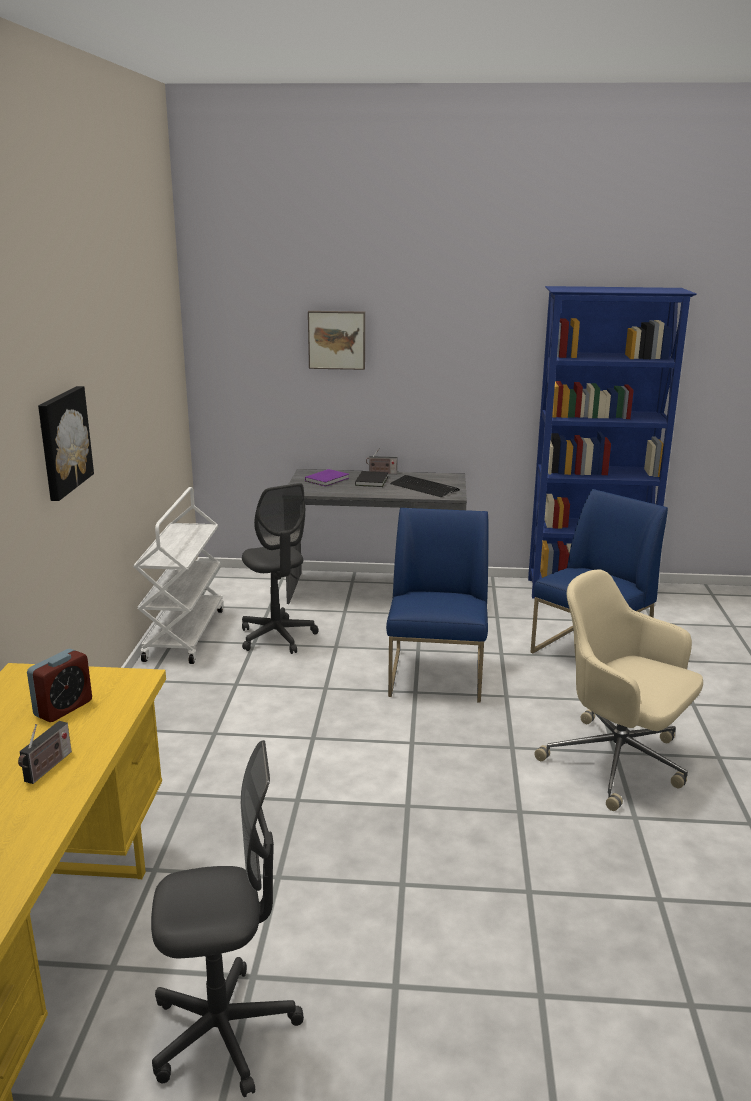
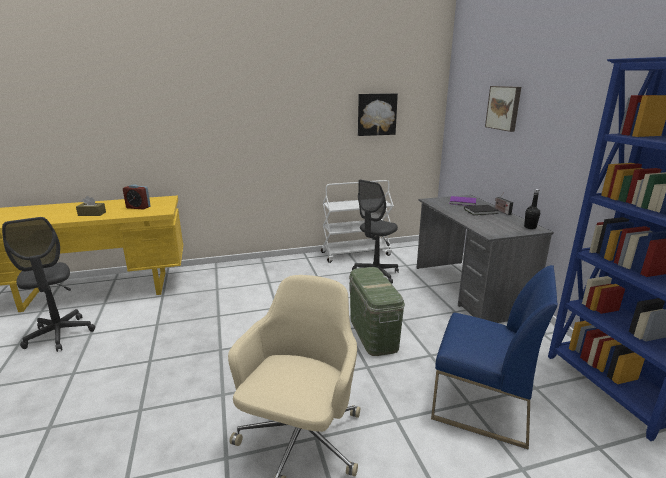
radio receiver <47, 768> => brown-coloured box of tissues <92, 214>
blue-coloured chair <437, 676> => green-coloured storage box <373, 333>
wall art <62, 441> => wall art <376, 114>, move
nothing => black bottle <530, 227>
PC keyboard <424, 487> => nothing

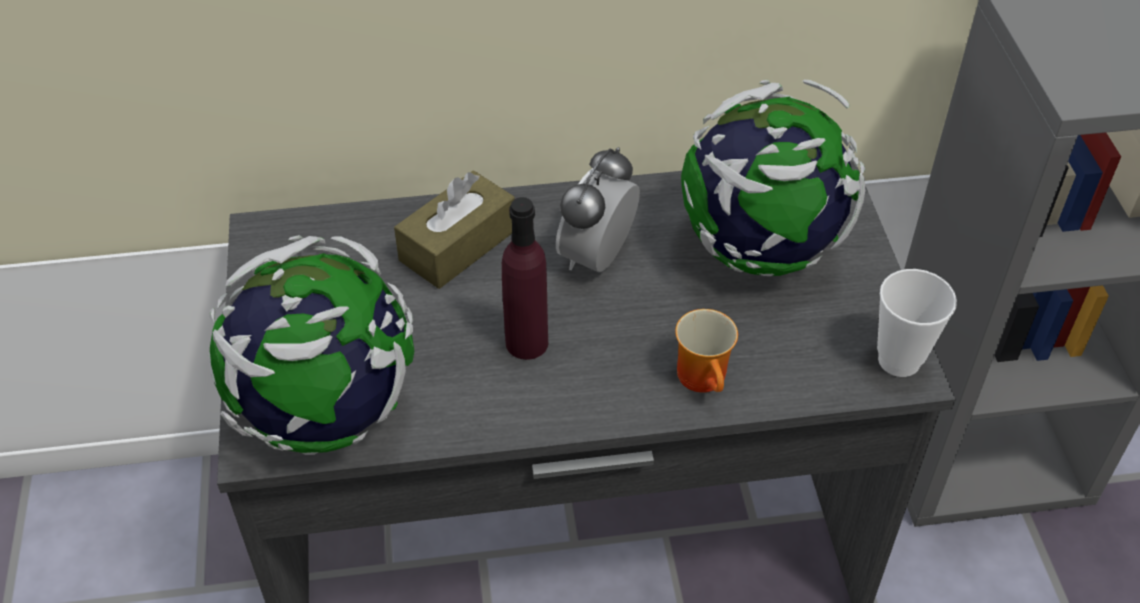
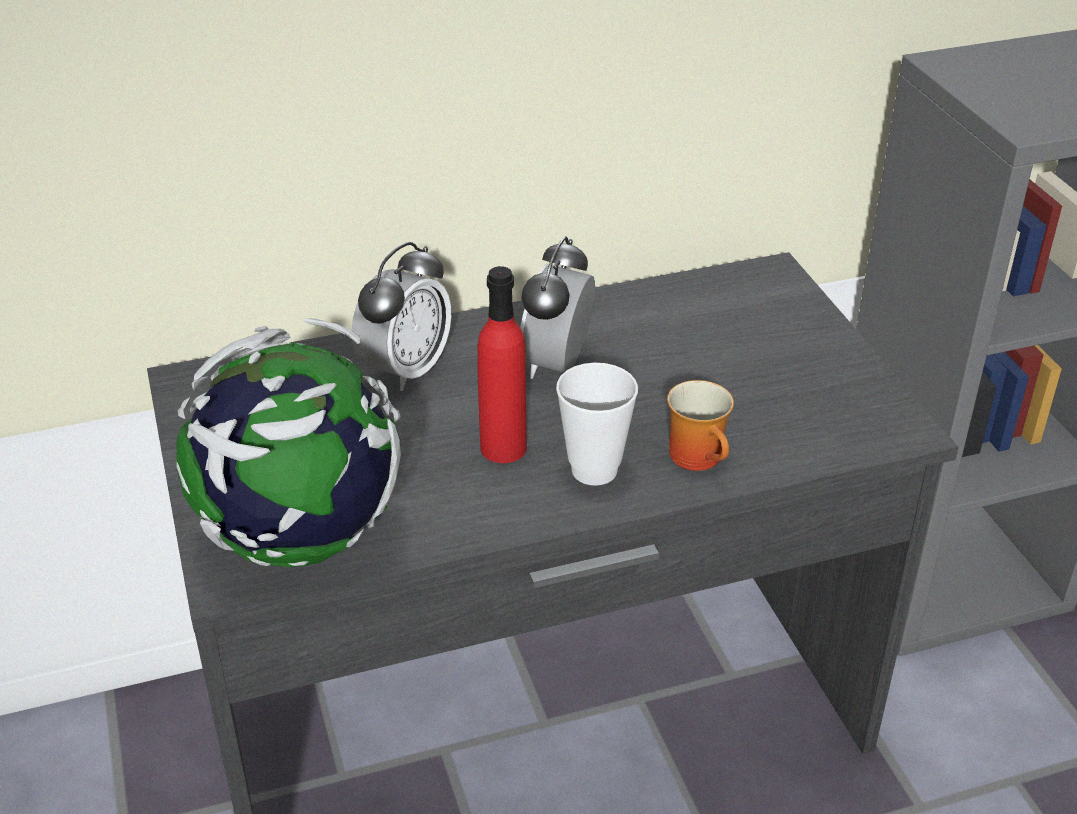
brown-coloured box of tissues <458, 245> => bedside clock <405, 370>
purple bottle <526, 343> => red bottle <503, 448>
cup <899, 360> => cup <594, 470>, move
desk globe <759, 251> => nothing

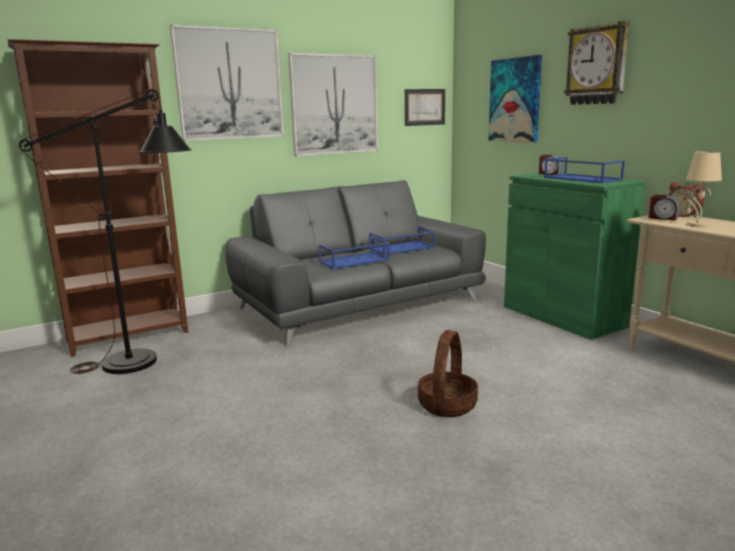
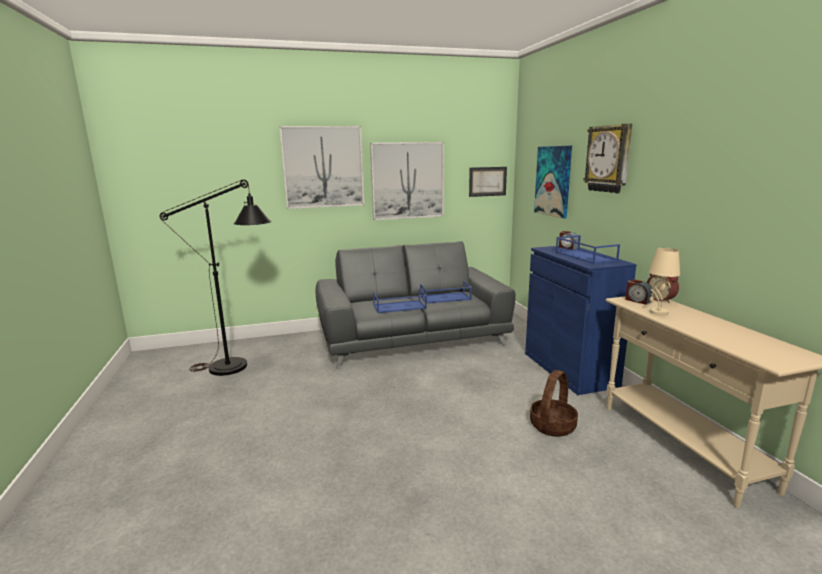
green-coloured storage cabinet <563, 316> => blue-coloured storage cabinet <569, 369>
storage basket <447, 404> => storage basket <552, 425>, move
brown-coloured bookshelf <129, 337> => nothing

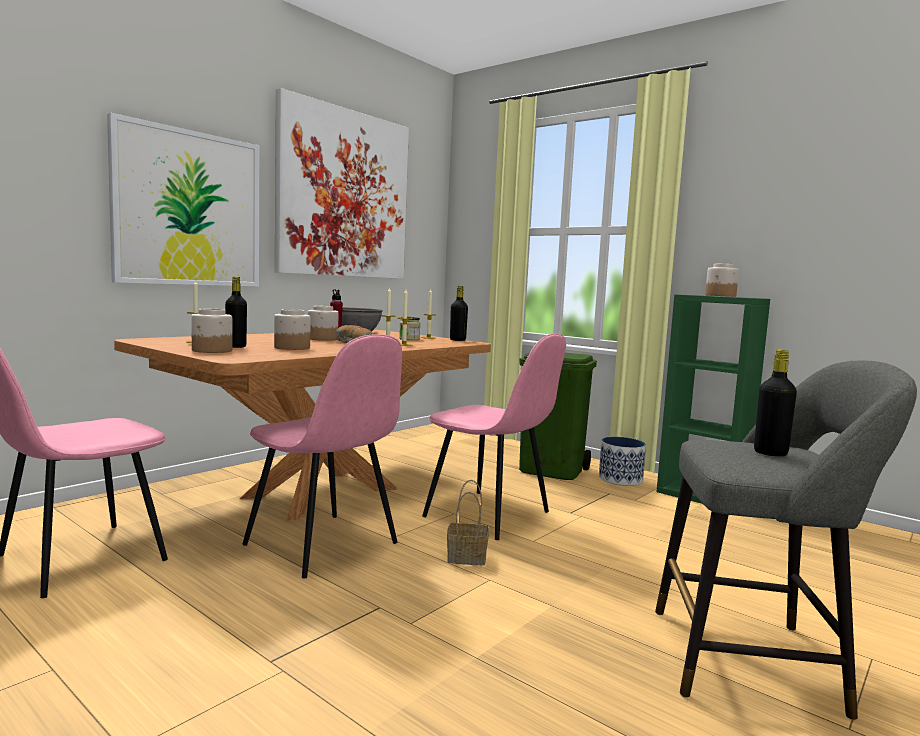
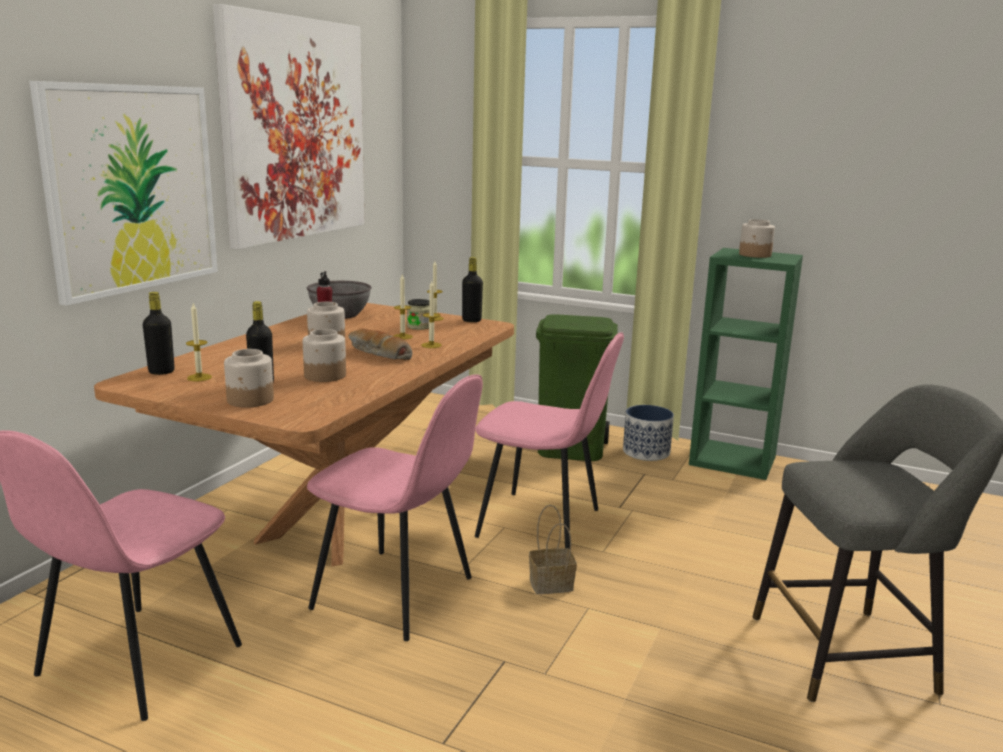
black bottle <770, 453> => black bottle <161, 372>, move

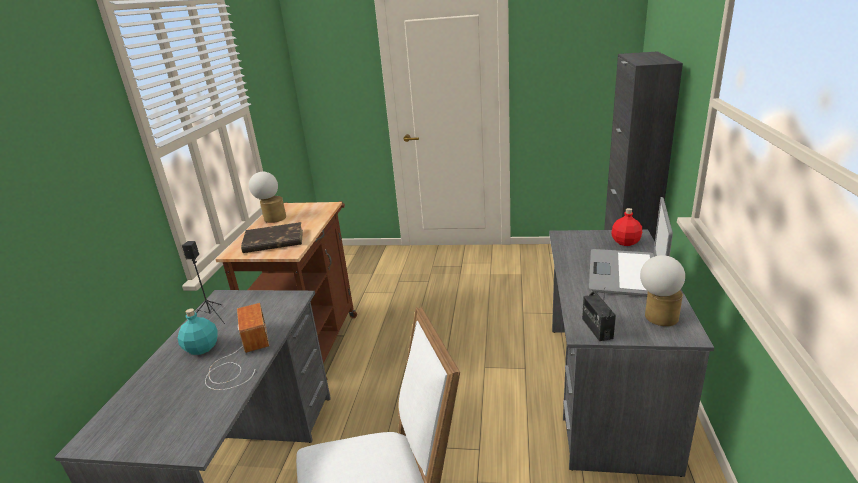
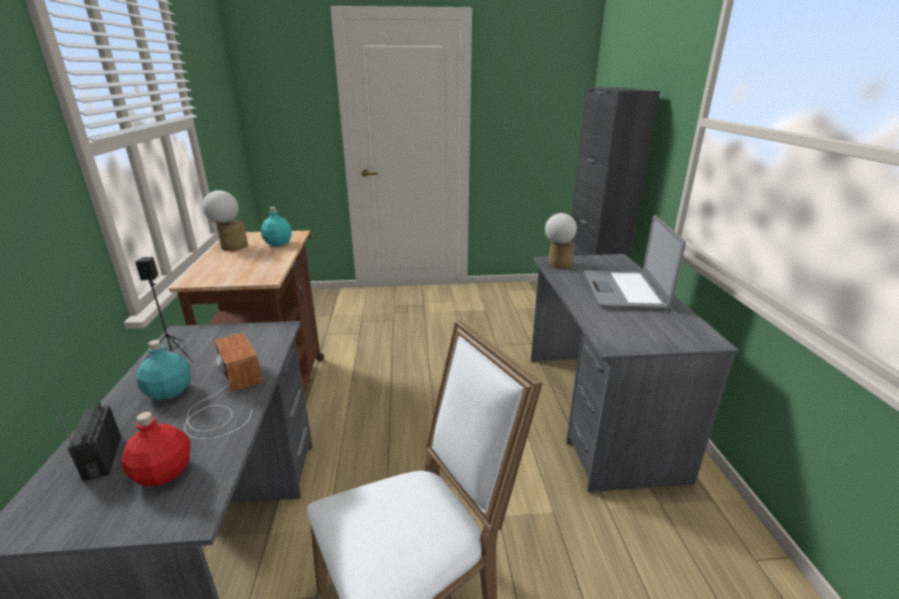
radio receiver <597, 328> => radio receiver <102, 457>, move
red bottle <626, 242> => red bottle <165, 472>, move
nothing => turquoise bottle <278, 243>
tabletop lamp <657, 318> => tabletop lamp <557, 264>, move
brown-coloured volume <273, 241> => nothing

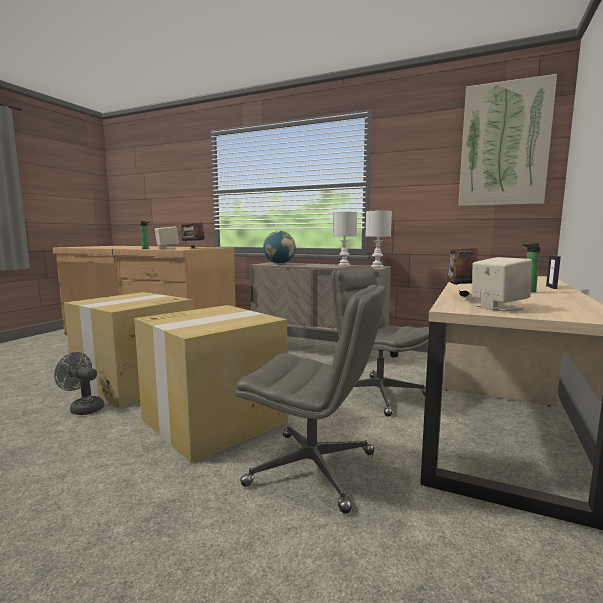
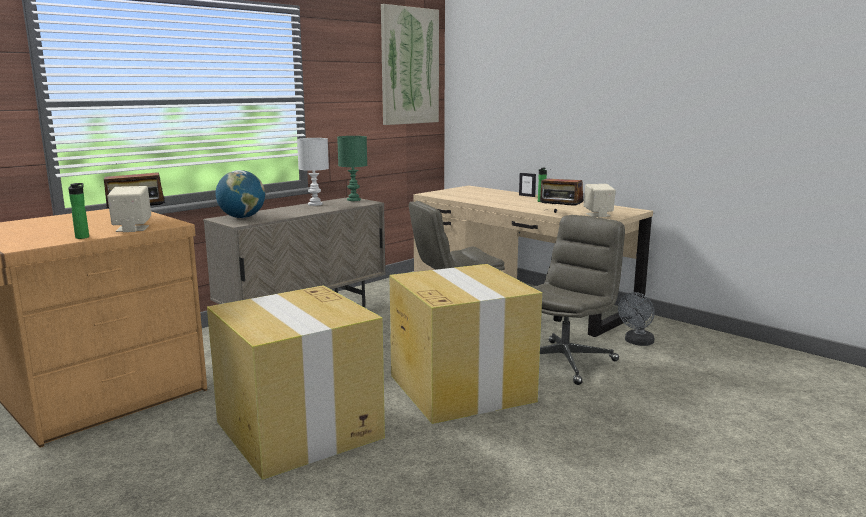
whitish tabletop lamp <377, 266> => green-coloured tabletop lamp <354, 200>
grey cooling fan <83, 408> => grey cooling fan <637, 342>, move

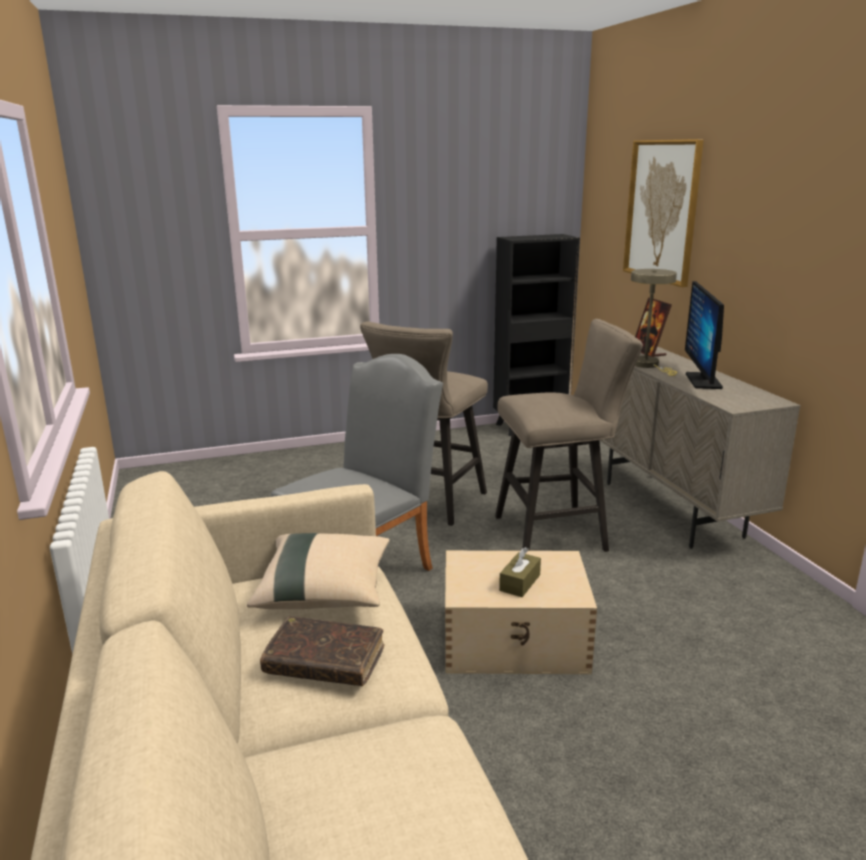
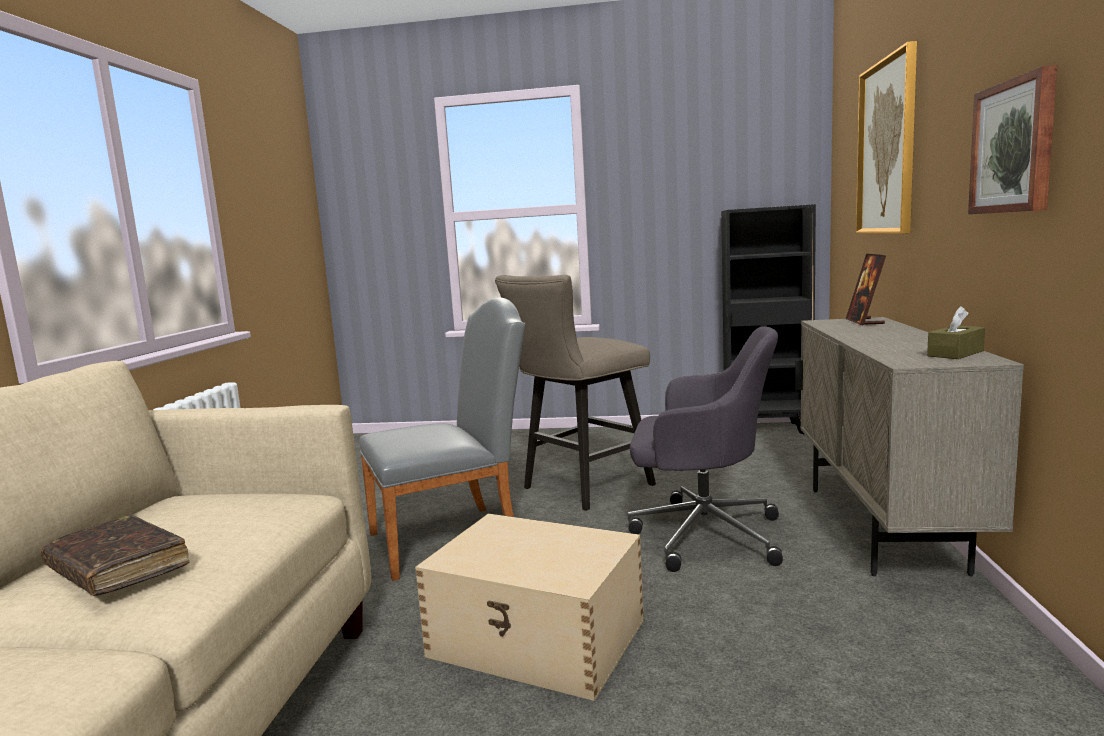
beige-coloured stool seat <558, 533> => grey desk chair <702, 534>
brown-coloured box of tissues <520, 583> => brown-coloured box of tissues <955, 353>, move
nothing => wall art <1014, 147>
beige-coloured throw pillow <325, 592> => nothing
beige-coloured tabletop lamp <649, 365> => nothing
computer display <703, 381> => nothing

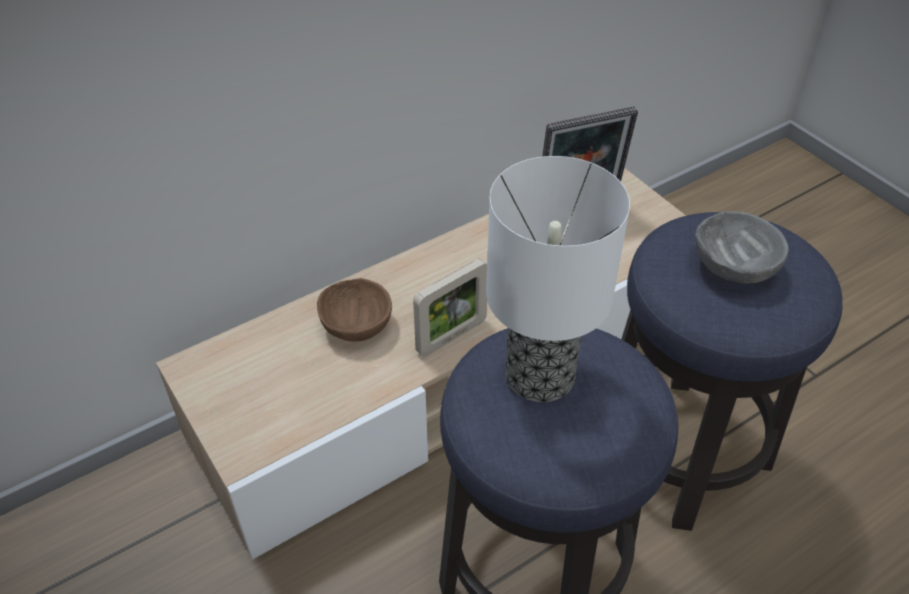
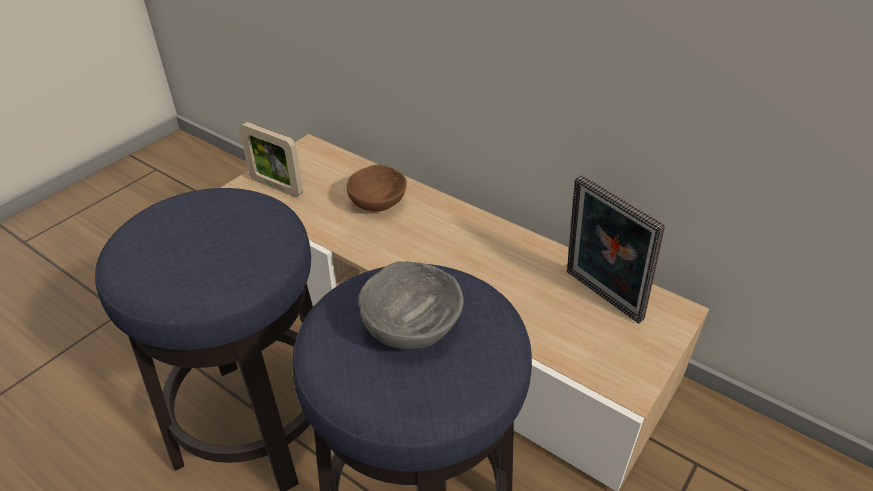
standing frame <451, 336> => standing frame <276, 187>, move
tabletop lamp <537, 376> => nothing

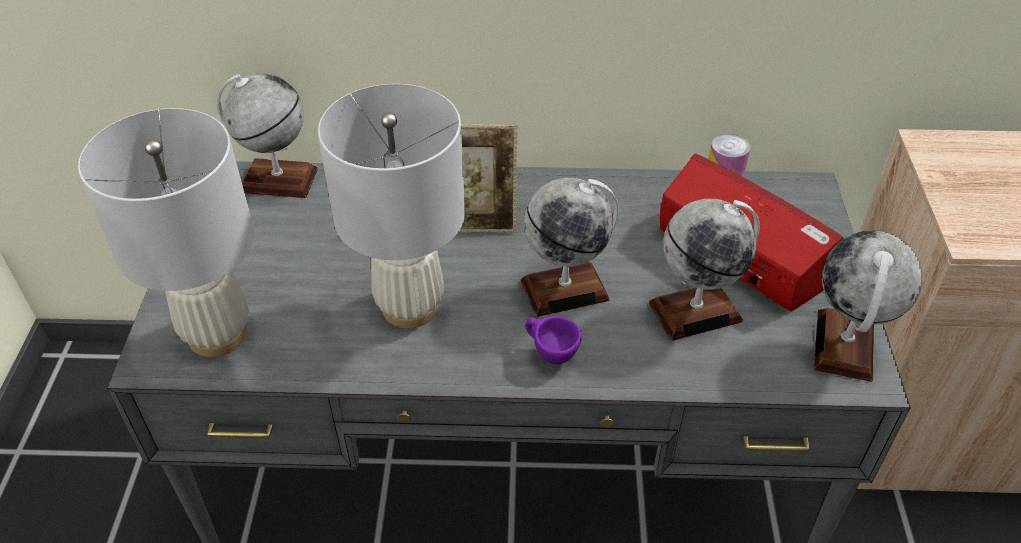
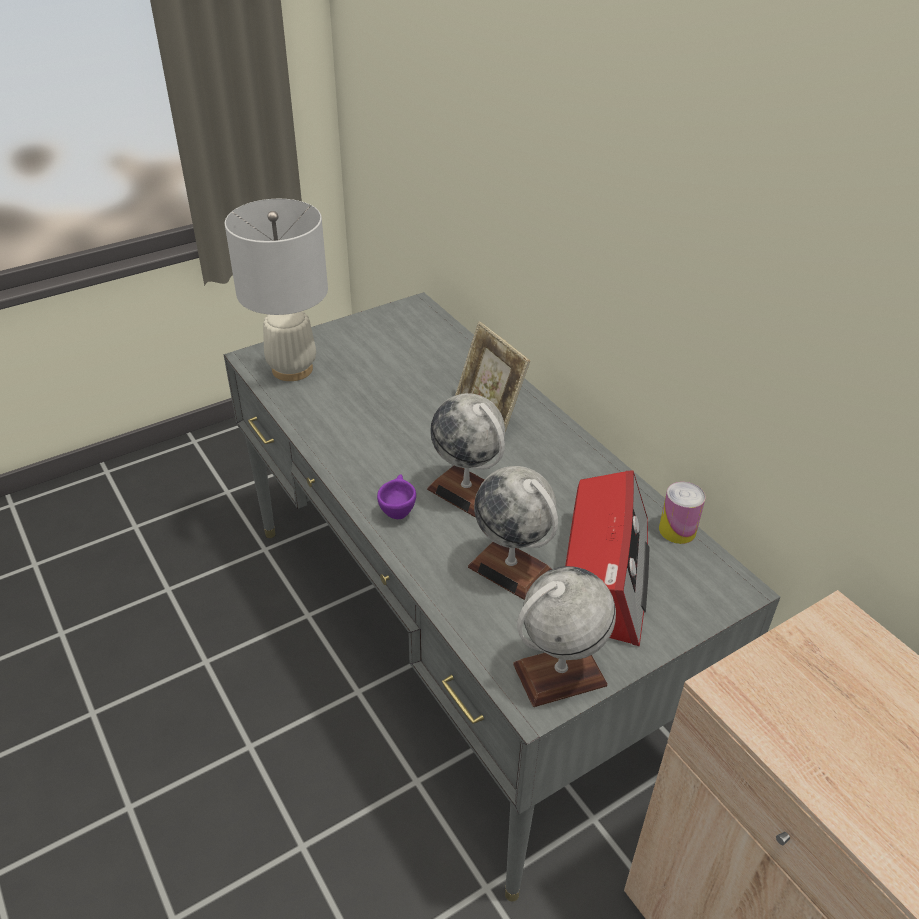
desk globe <278, 180> => nothing
whitish tabletop lamp <409, 307> => nothing

